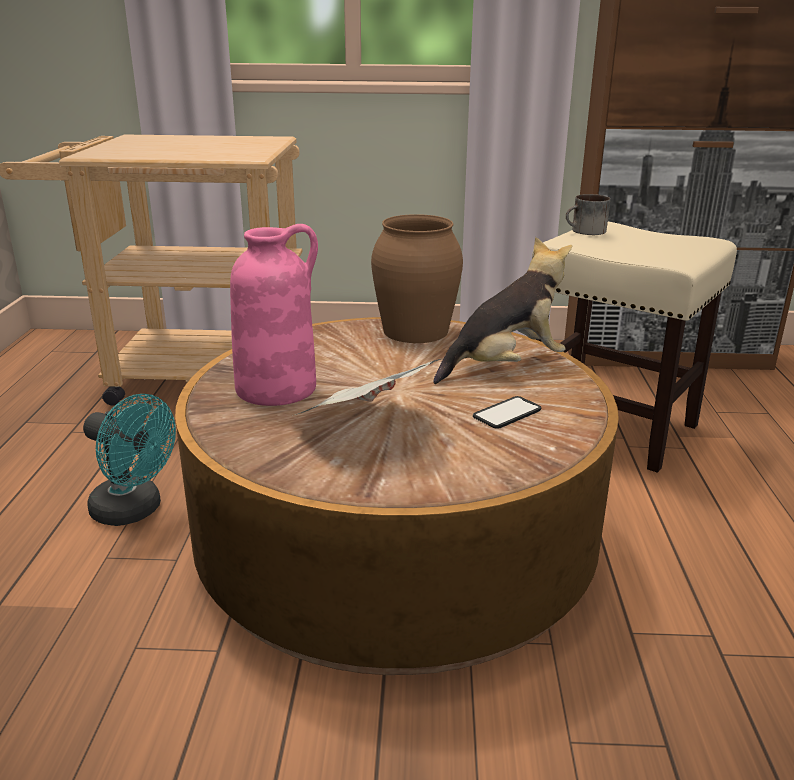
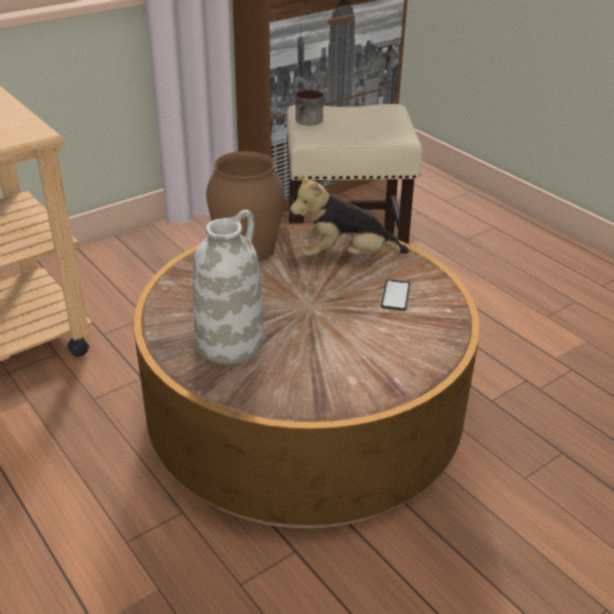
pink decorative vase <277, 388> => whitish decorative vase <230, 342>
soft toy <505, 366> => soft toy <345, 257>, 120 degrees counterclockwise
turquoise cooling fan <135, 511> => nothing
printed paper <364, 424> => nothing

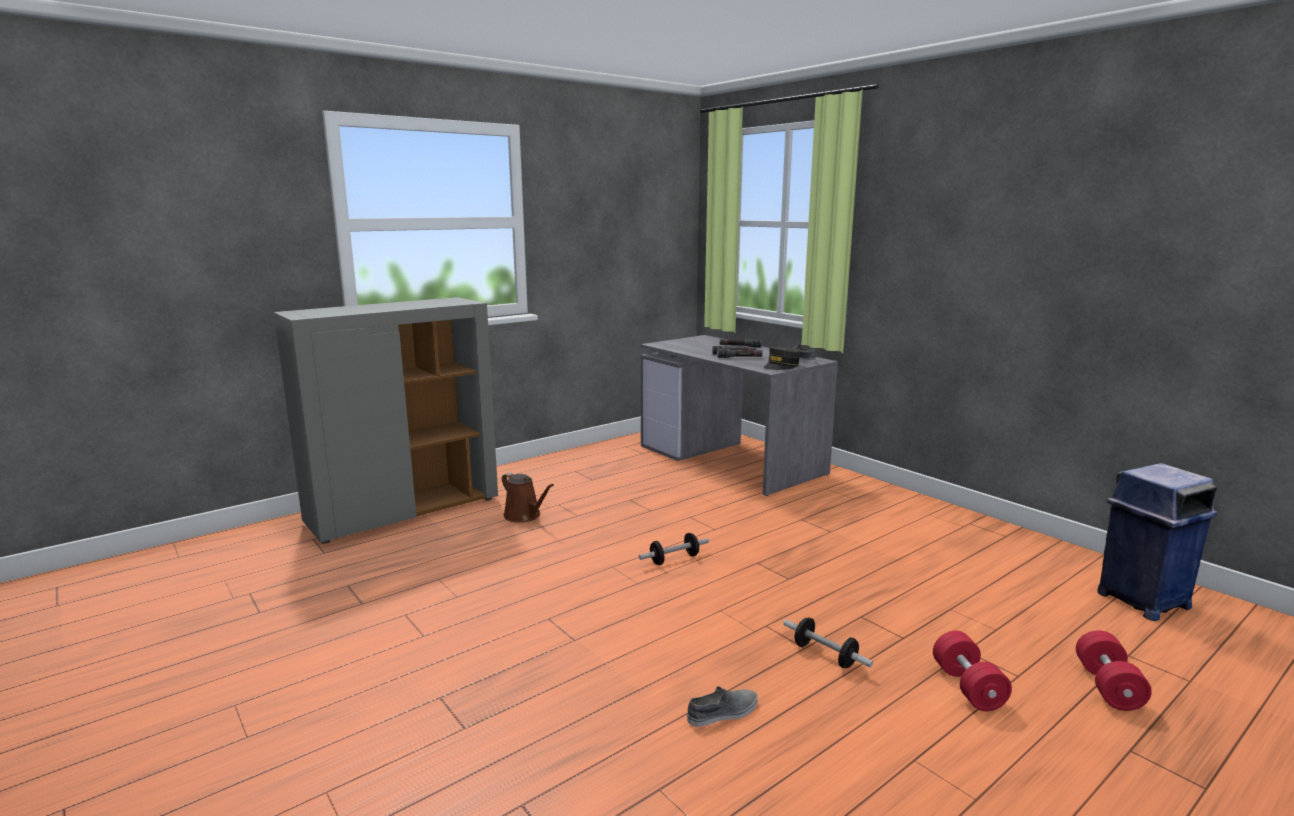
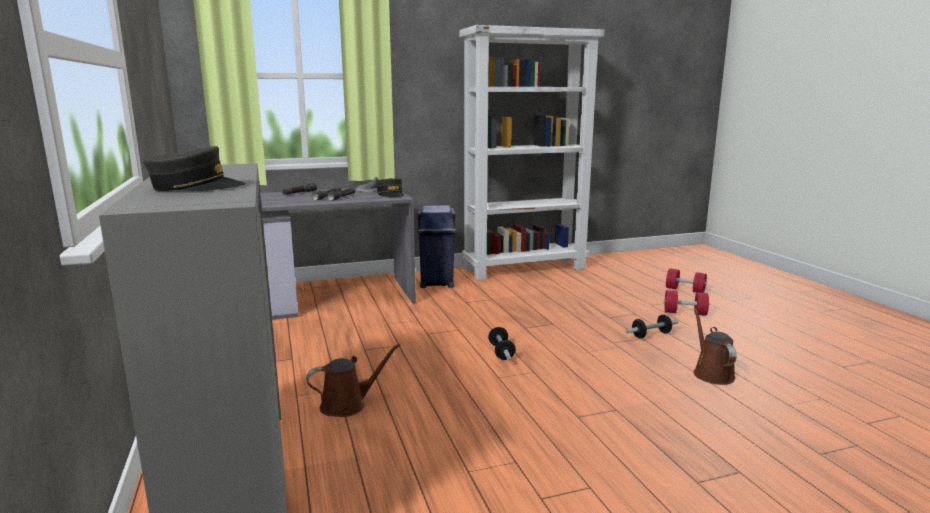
nothing => grey baseball cap <196, 187>
blue-coloured waste bin <1141, 600> => blue-coloured waste bin <437, 283>, move
nothing => whitish bookshelf <525, 268>
grey shoe <723, 713> => brown-coloured watering pot <711, 373>

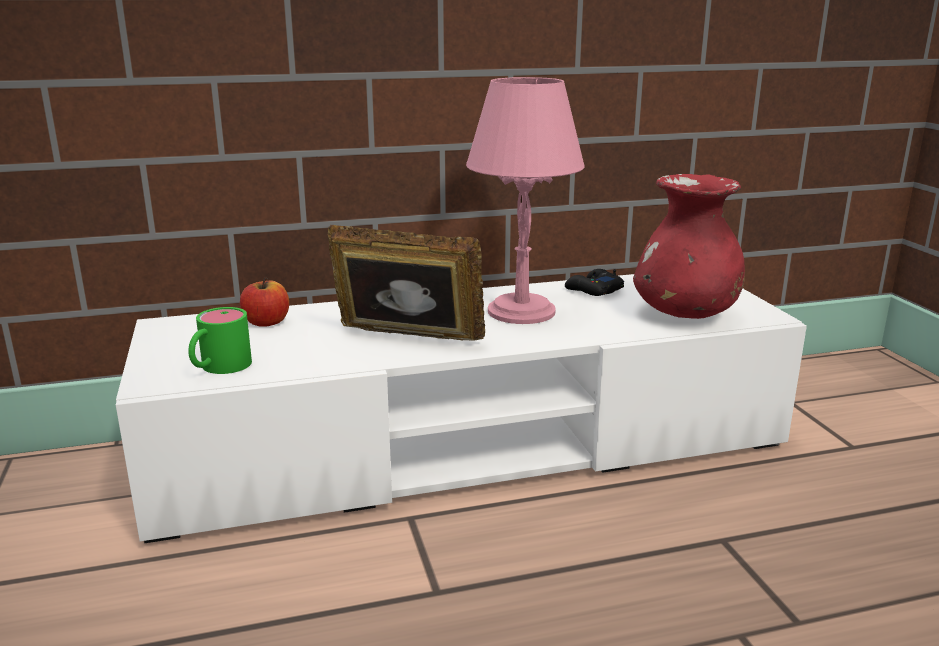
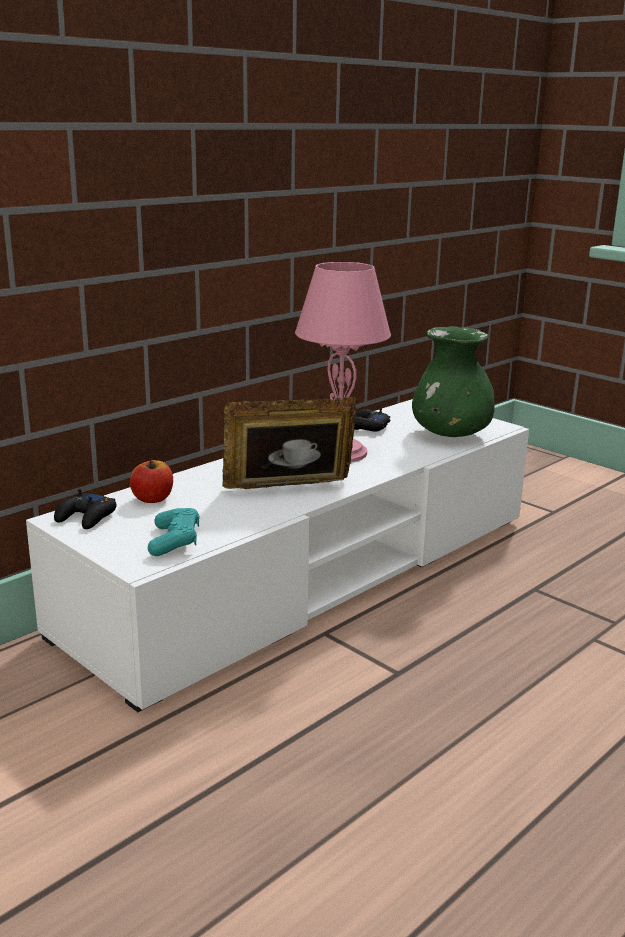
nothing => black game controller <86, 517>
green-coloured tea mug <219, 368> => turquoise game controller <175, 541>
red decorative vase <685, 314> => green-coloured decorative vase <450, 435>

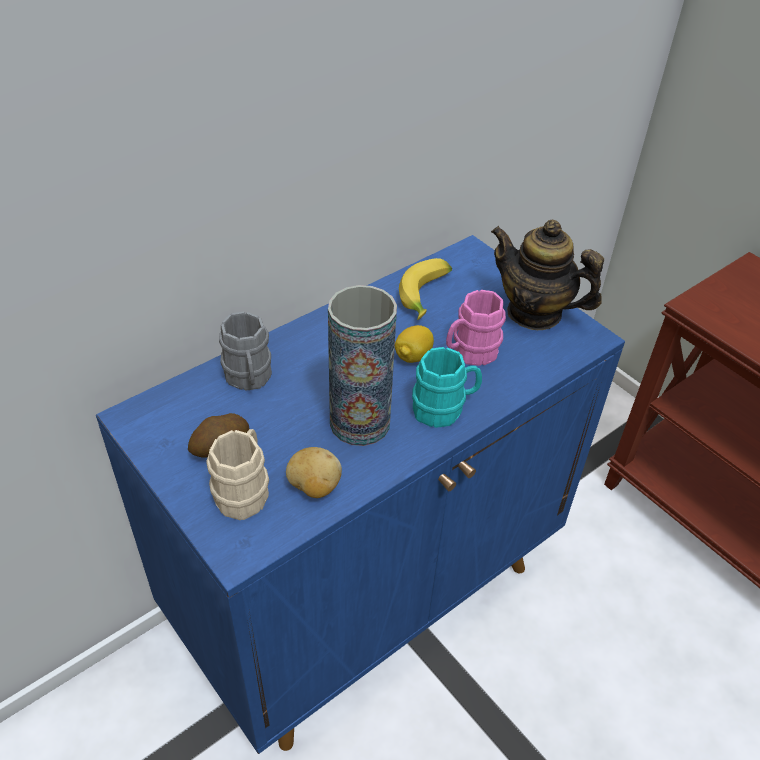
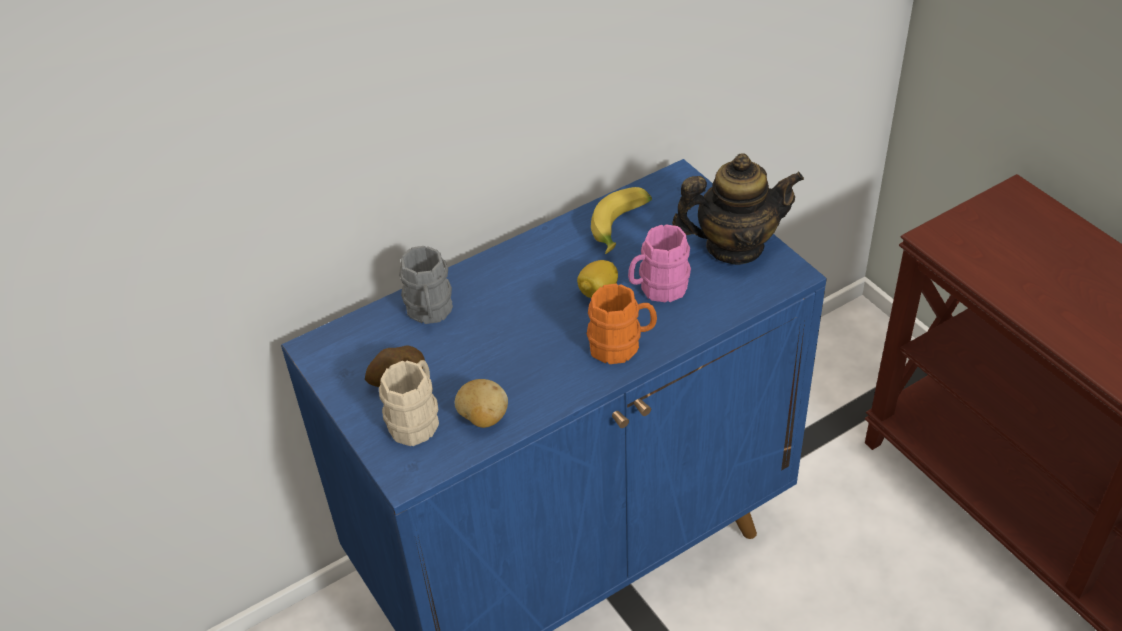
turquoise tea mug <444, 408> => orange-coloured tea mug <622, 345>
teapot <534, 313> => teapot <734, 246>, 135 degrees clockwise
decorative vase <360, 422> => nothing

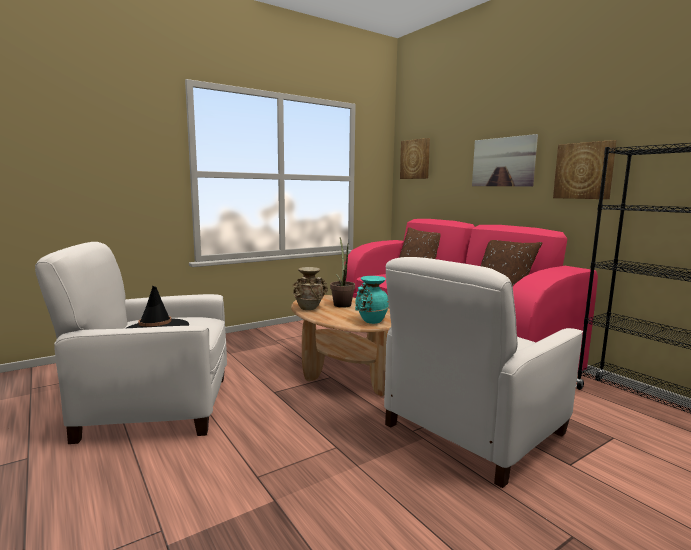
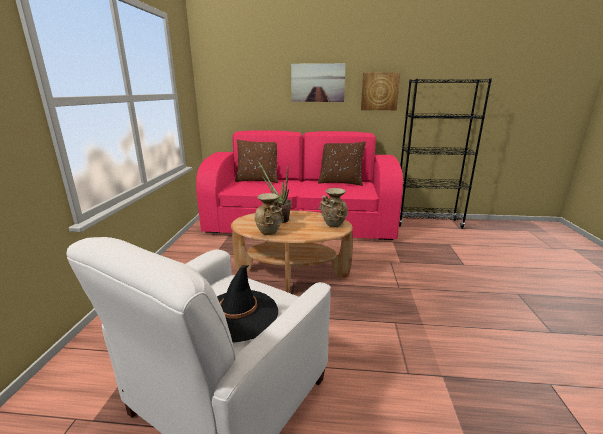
turquoise decorative vase <371, 321> => beige-coloured decorative vase <333, 225>
whitish easy chair <472, 430> => nothing
wall art <415, 159> => nothing

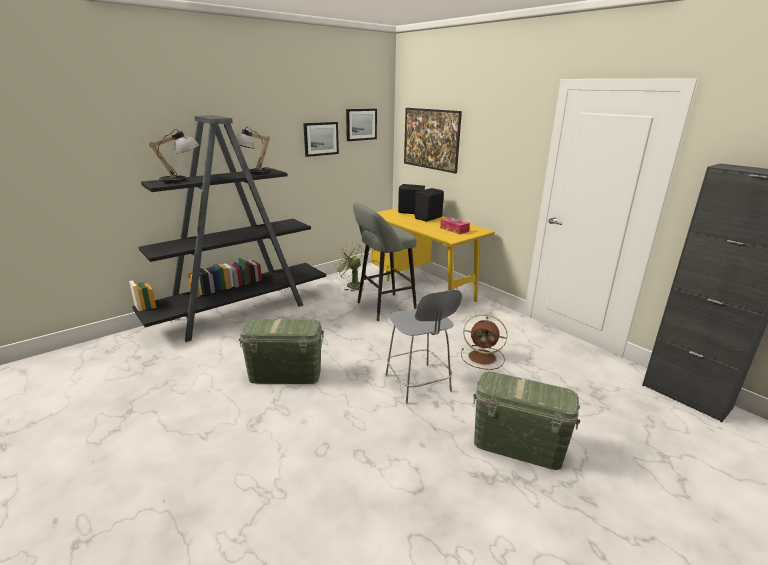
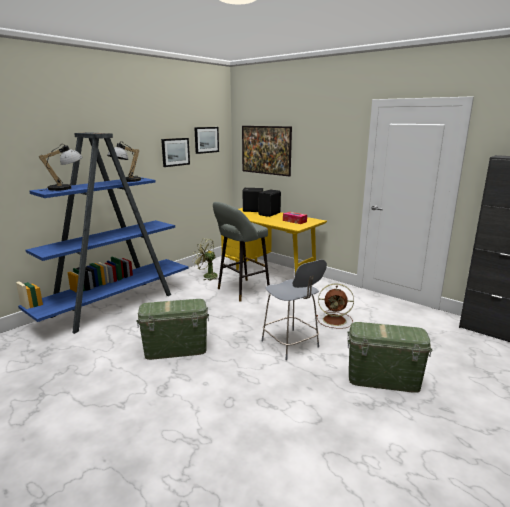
black bookshelf <240, 312> => blue-coloured bookshelf <115, 305>

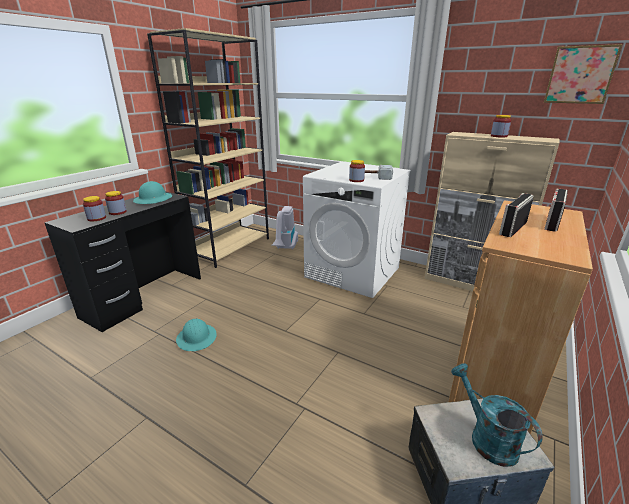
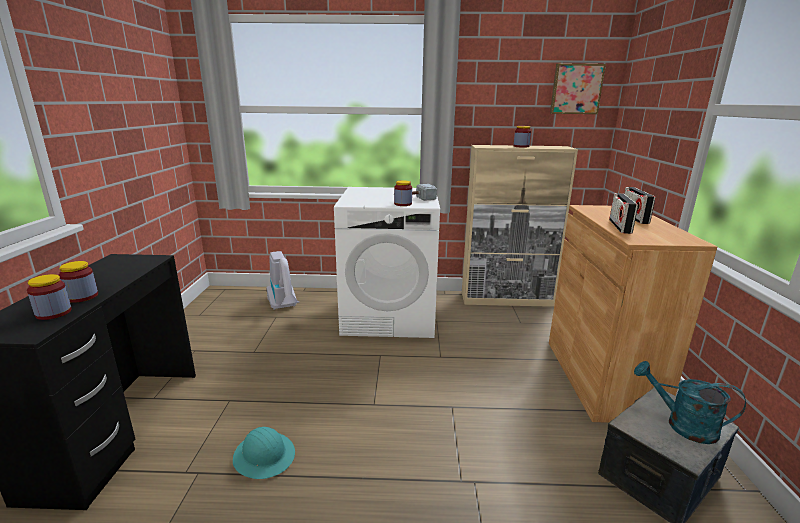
turquoise hard hat <153, 199> => nothing
beige-coloured bookshelf <229, 247> => nothing

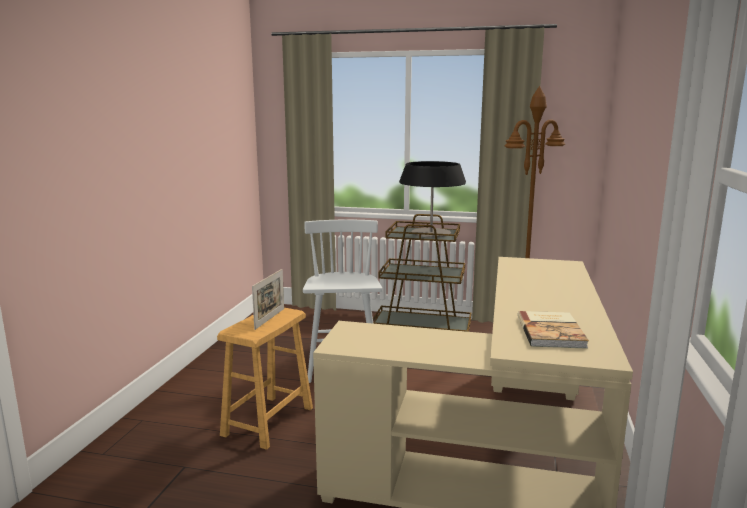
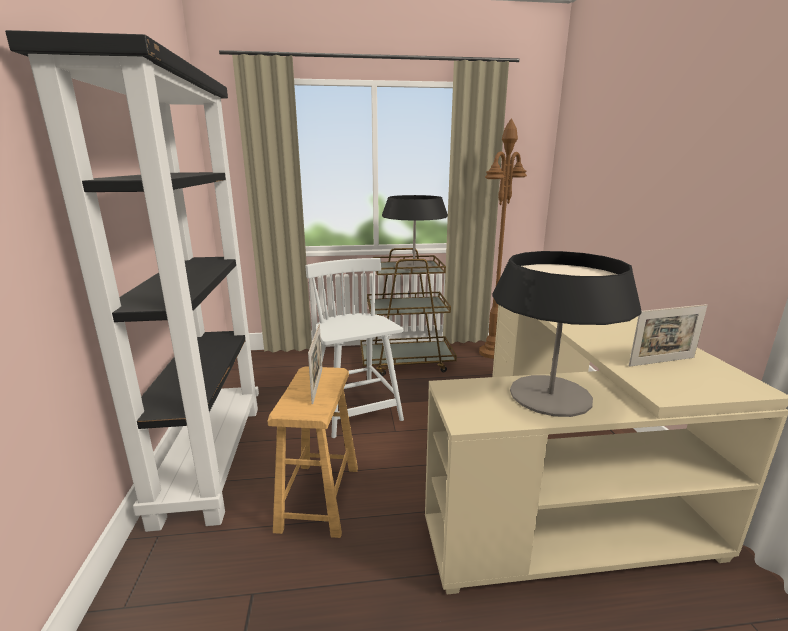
nothing => black bookshelf <211, 457>
nothing => tabletop lamp <550, 395>
volume <552, 331> => standing frame <661, 361>

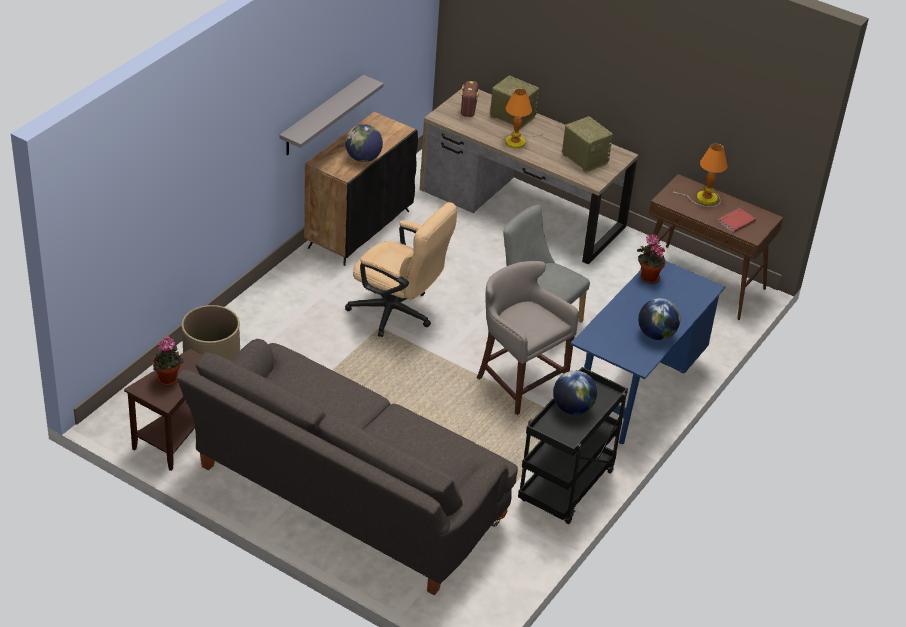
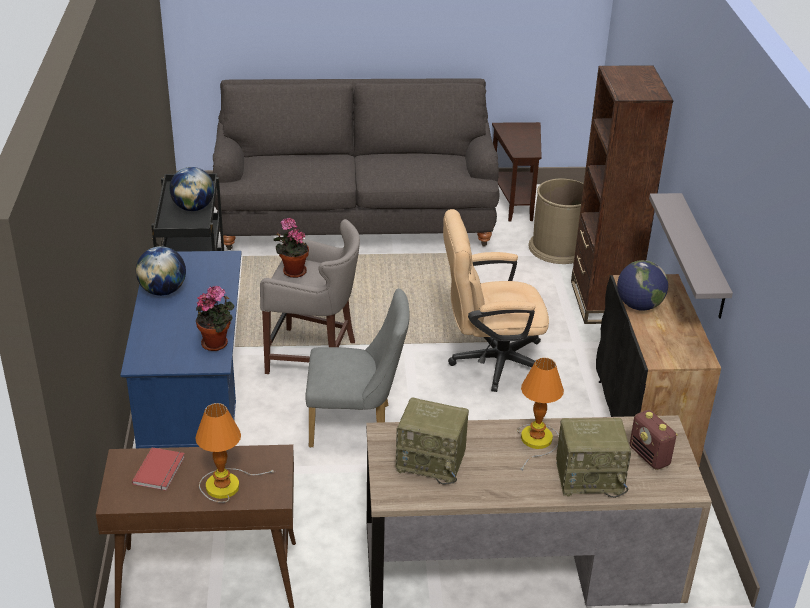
plant in a pot <169, 380> => plant in a pot <292, 271>, move
nothing => brown-coloured bookshelf <602, 302>

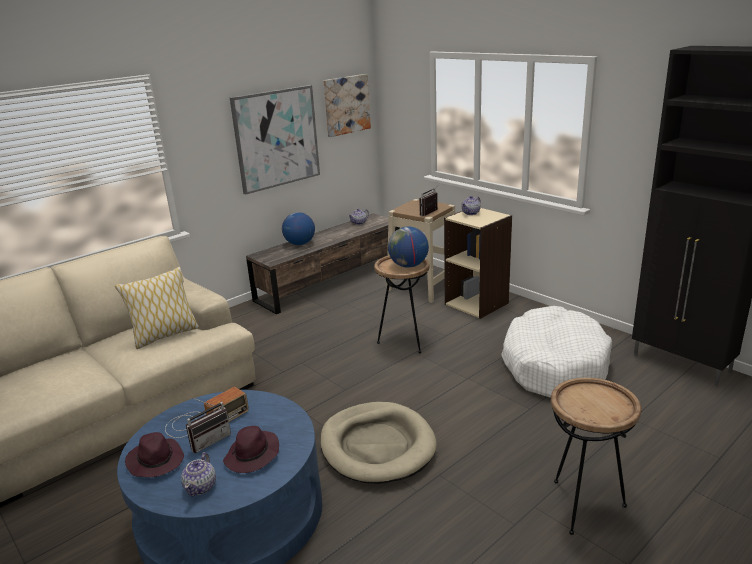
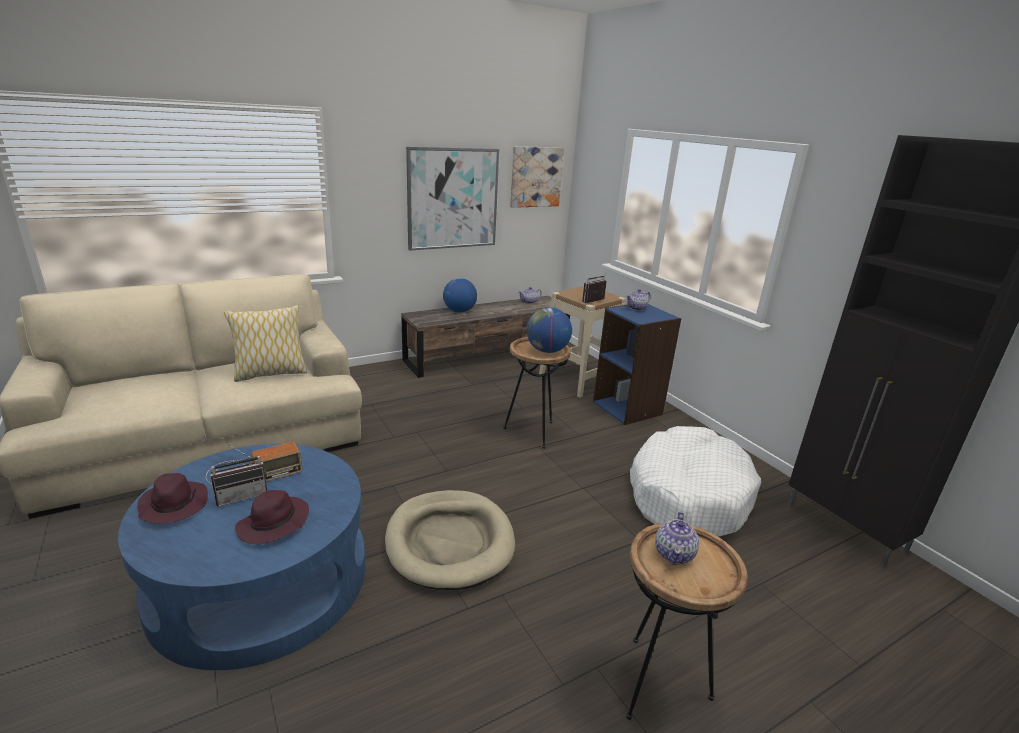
beige-coloured bookshelf <477, 303> => blue-coloured bookshelf <628, 408>
teapot <201, 487> => teapot <674, 554>, move

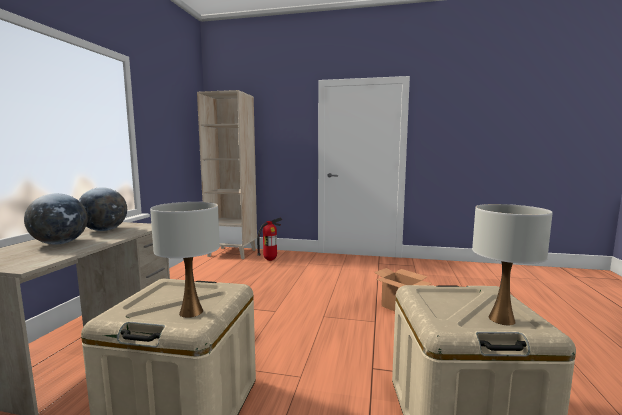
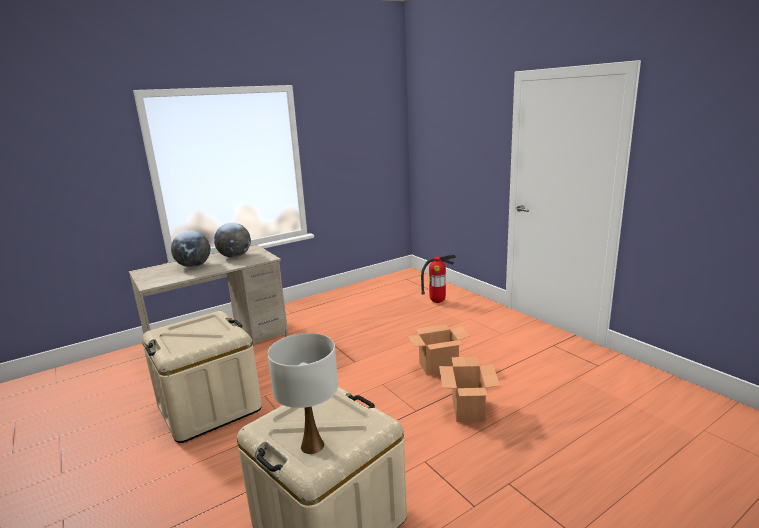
nothing => carton <438, 366>
whitish tabletop lamp <191, 312> => nothing
beige-coloured bookshelf <232, 253> => nothing

